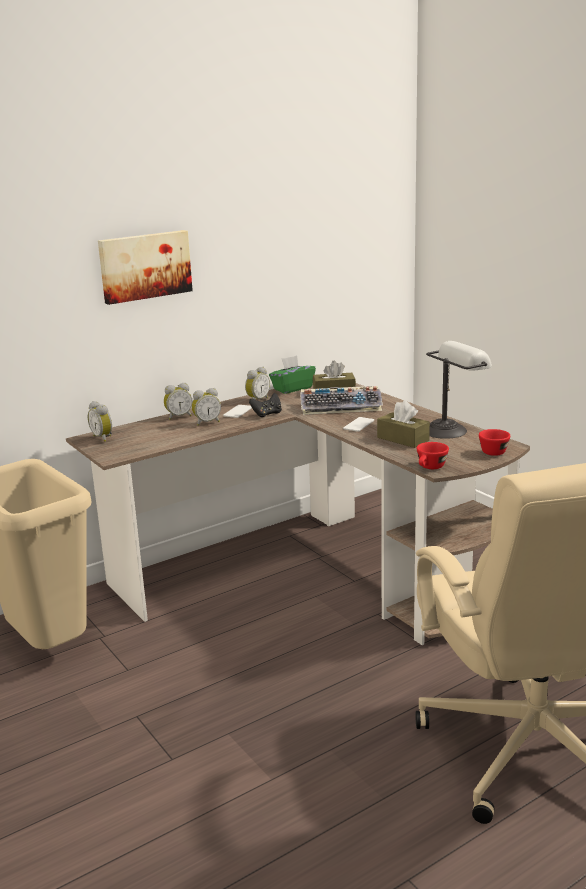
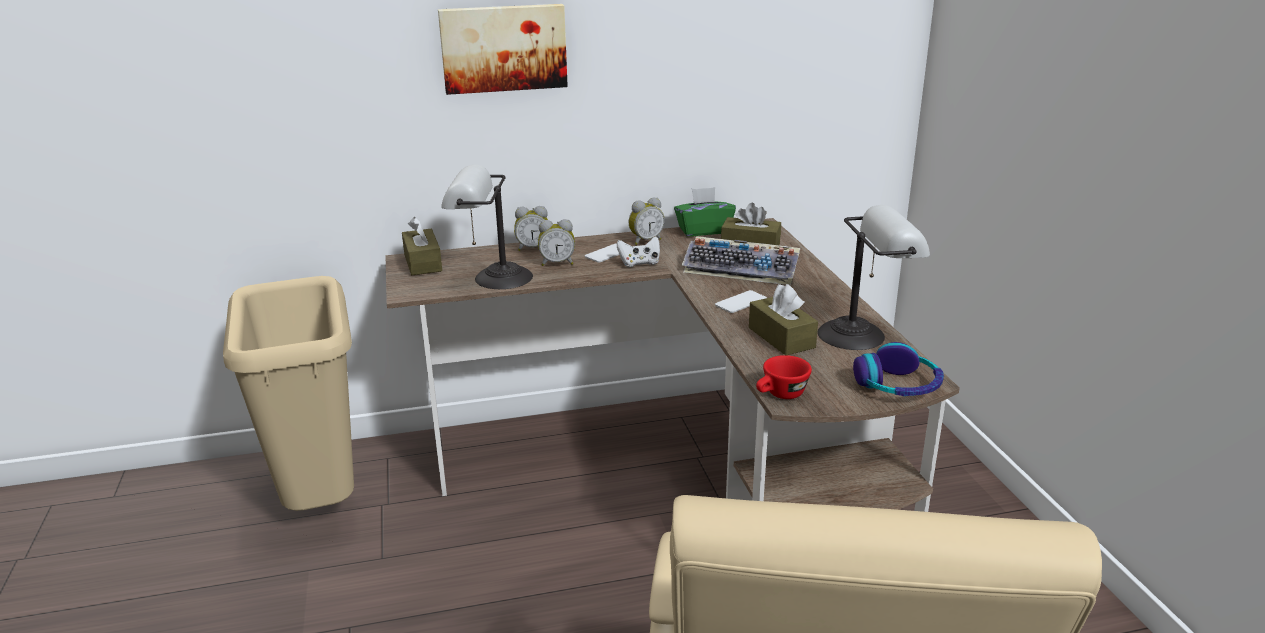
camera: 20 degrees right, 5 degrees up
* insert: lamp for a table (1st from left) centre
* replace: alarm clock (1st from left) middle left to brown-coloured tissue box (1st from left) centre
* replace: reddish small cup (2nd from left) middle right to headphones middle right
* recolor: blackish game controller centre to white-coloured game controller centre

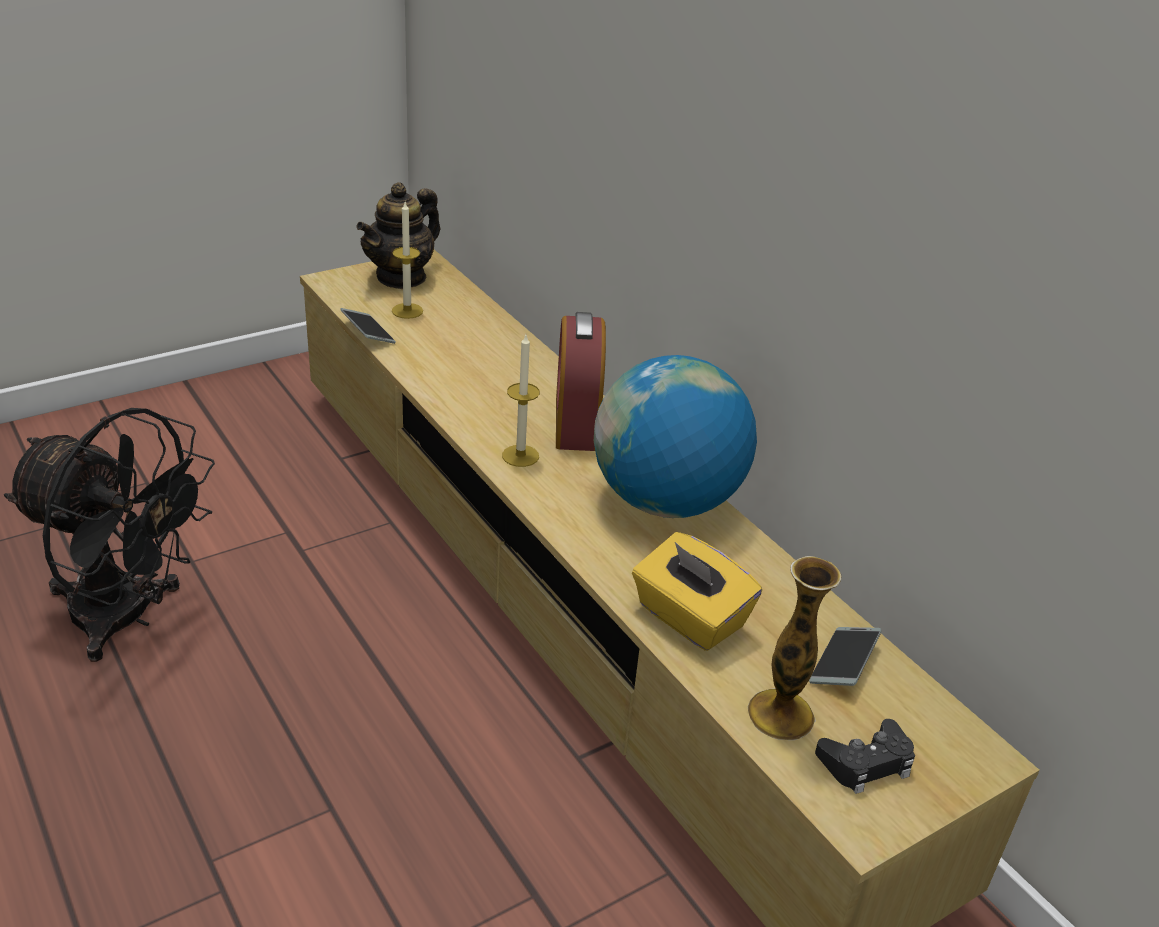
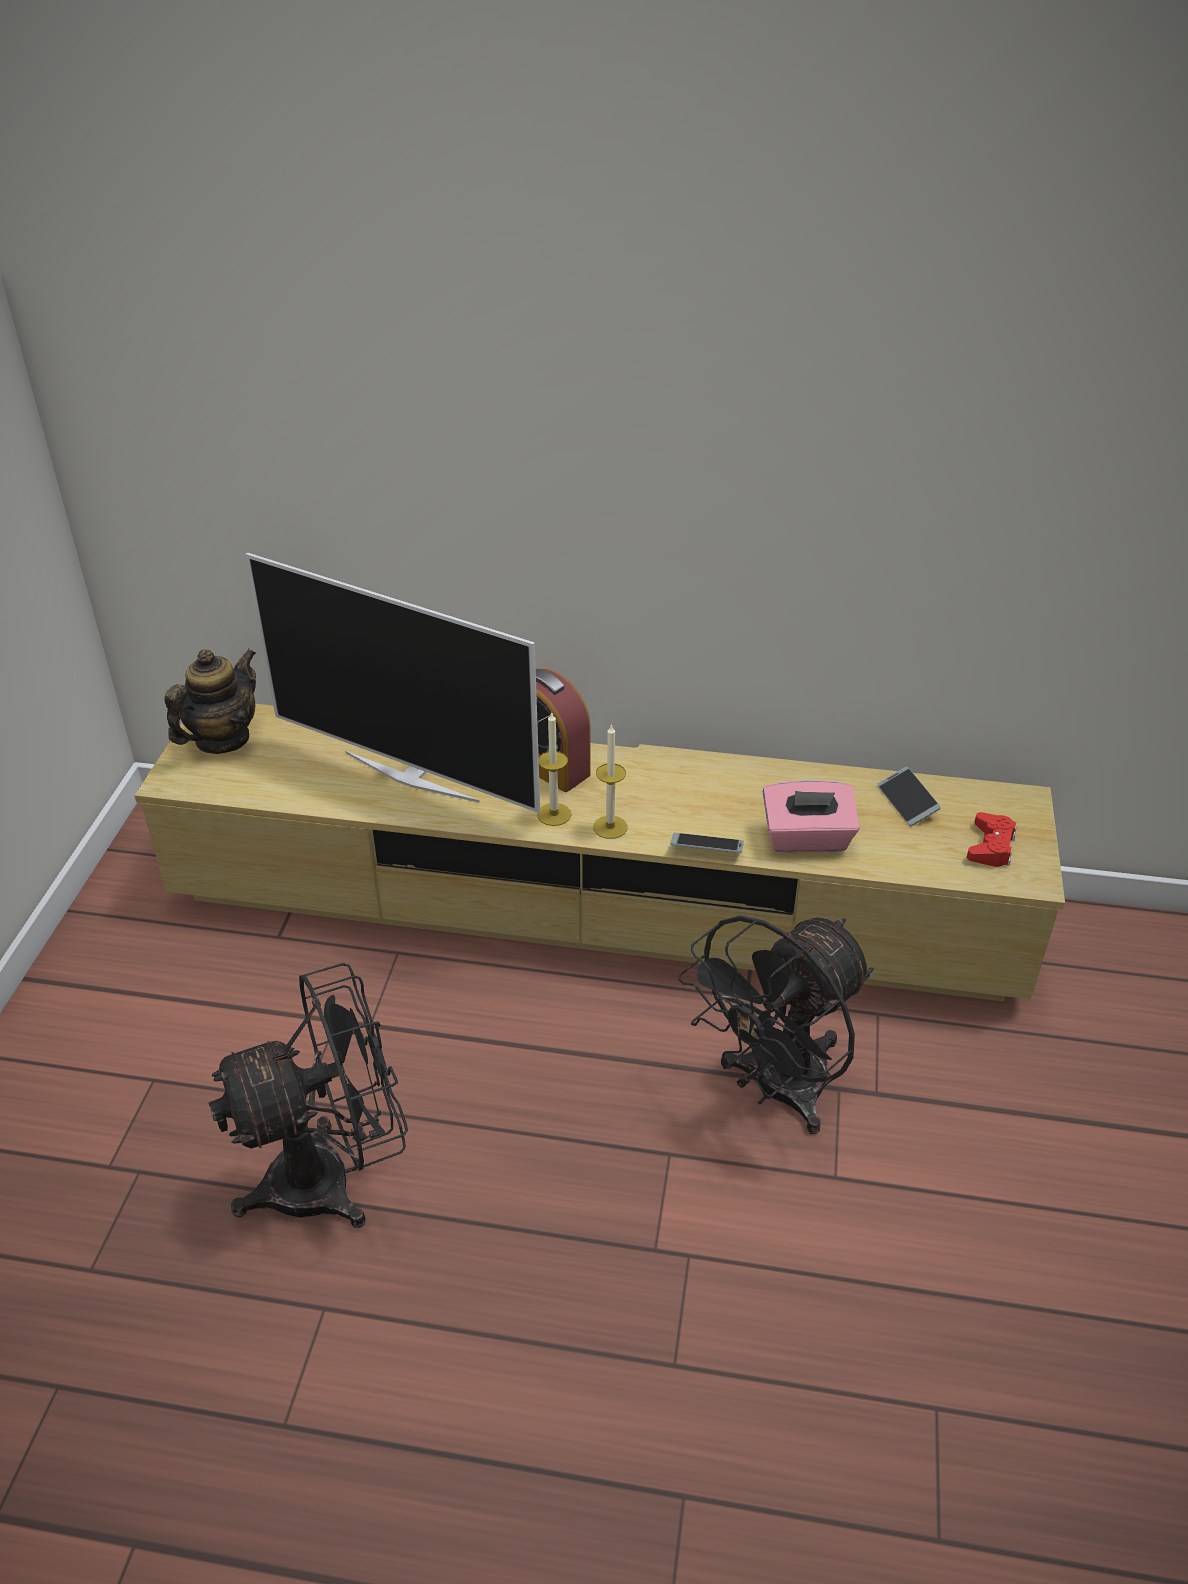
camera: 45 degrees left, 5 degrees up
* delete: world globe centre
* delete: vase bottom right
* insert: TV middle left
* insert: blackish fan (2nd from left) centre
* move: telephone (1st from left) middle left to centre
* move: wax candle (1st from left in the first image) top centre to wax candle (2nd from left) centre
* recolor: yellow tissue box centre to pink-coloured tissue box middle right
* recolor: blackish game controller bottom right to reddish game controller middle right
* rotate: teapot top centre = middle left 135 degrees counterclockwise

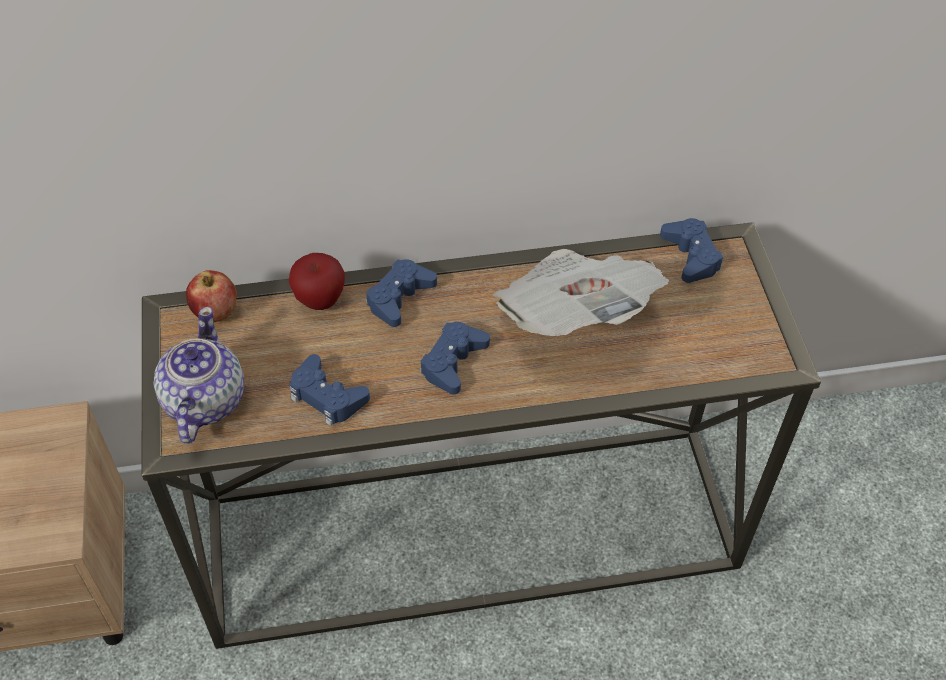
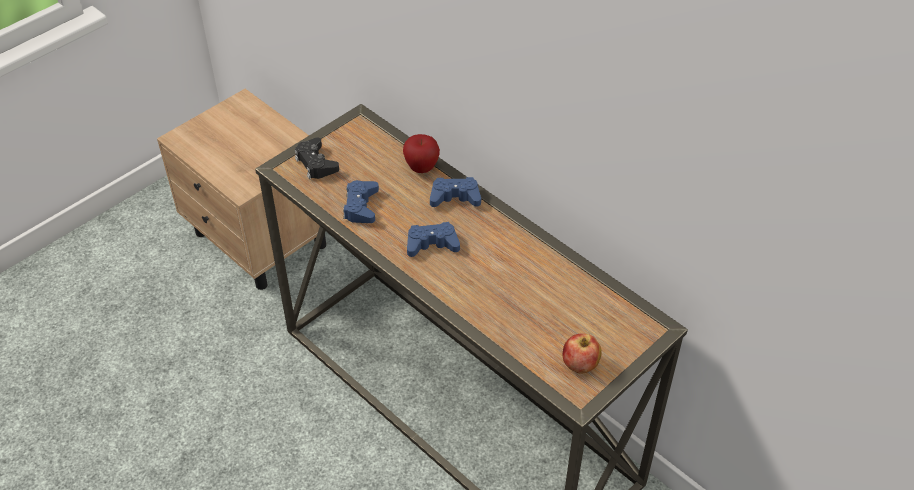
camera: 55 degrees right, 5 degrees down
* delete: newspaper centre
* delete: bluish game controller (4th from left) middle right
* move: apple (1st from left in the first image) middle left to apple (2nd from left) bottom centre
* replace: teapot middle left to blackish game controller top centre

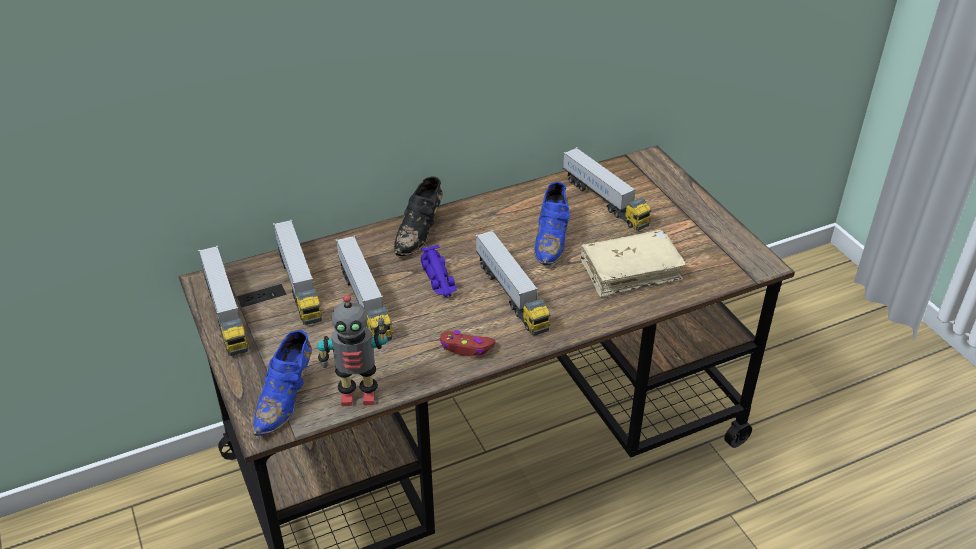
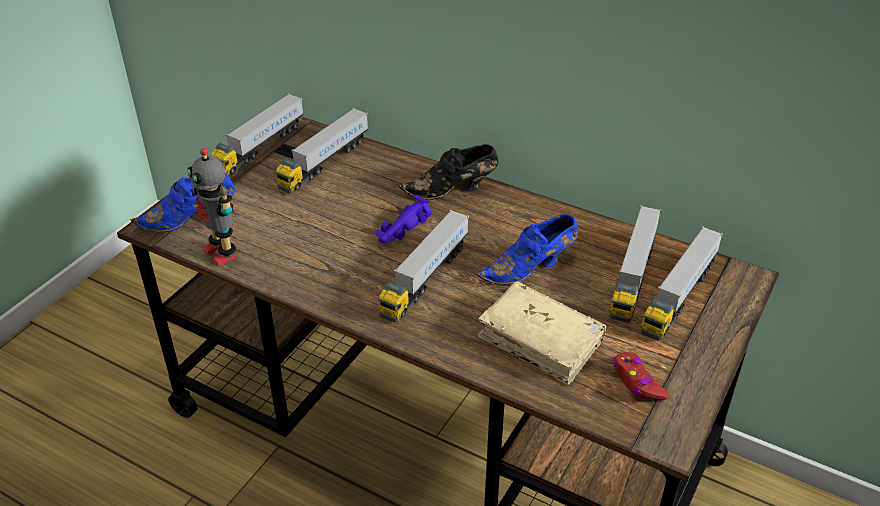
camera: 55 degrees right, 0 degrees up
* move: model truck (3rd from left in the first image) centre to model truck (5th from left) middle right
* move: reddish game controller centre to bottom right

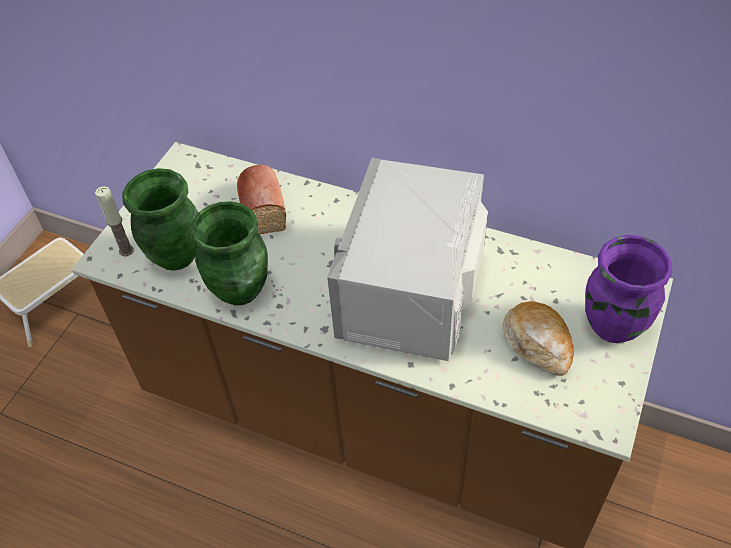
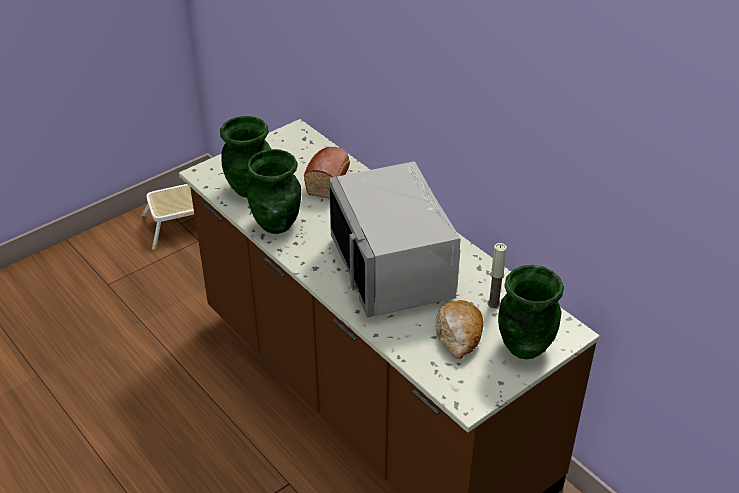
camera: 25 degrees right, 10 degrees down
* move: wax candle middle left to middle right
* recolor: purple-coloured vase middle right to greenish vase (3rd from left) middle right
* rotate: greyish microwave centre = centre 60 degrees counterclockwise

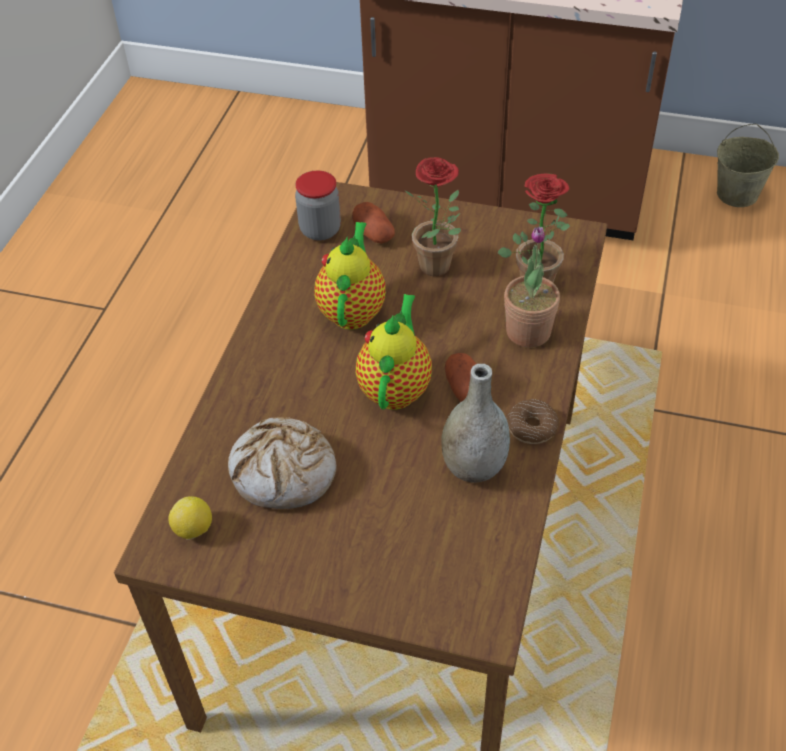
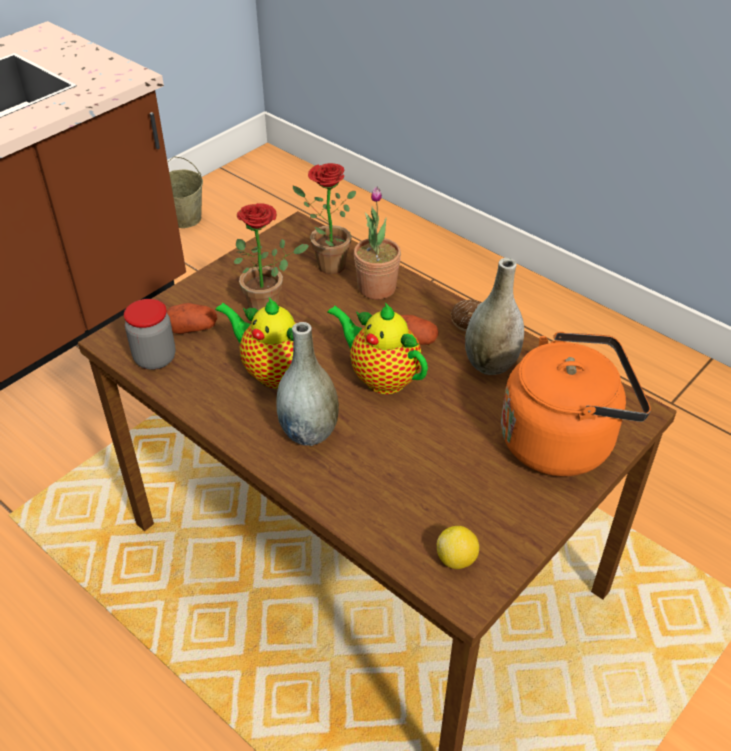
camera: 65 degrees left, 5 degrees down
* delete: bread centre
* insert: greyish vase (1st from left) centre
* insert: orangey kettle middle right

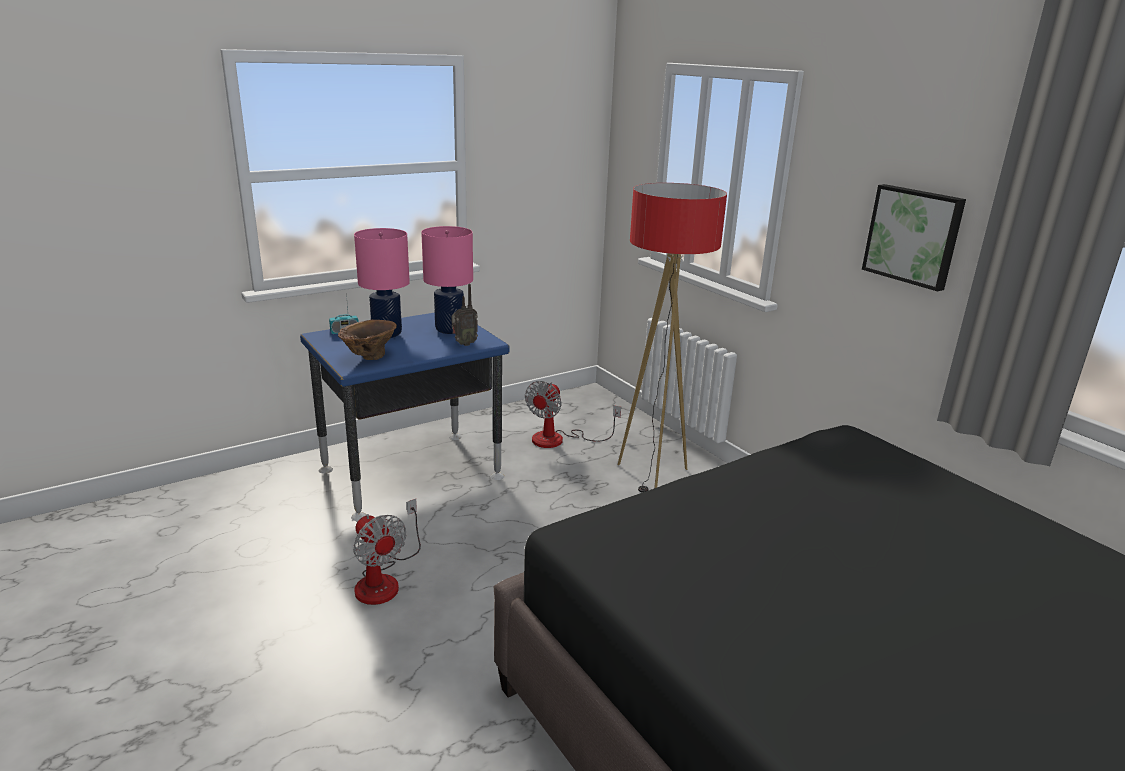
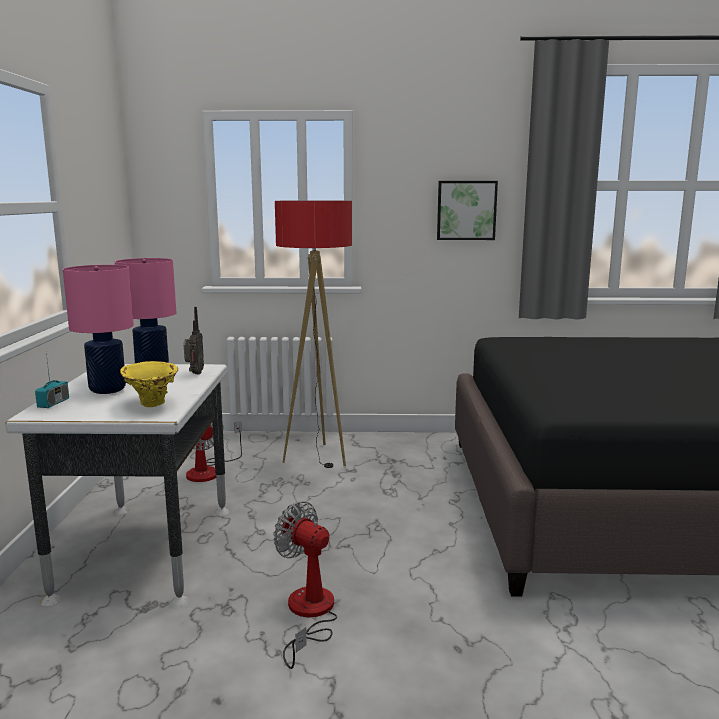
camera: 55 degrees left, 10 degrees down
* recolor: bluish desk table centre to white-coloured desk table bottom left
* recolor: brown-coloured vase middle left to yellow vase middle left
* rotate: fan (1st from left in the first image) bottom centre = bottom centre 135 degrees counterclockwise

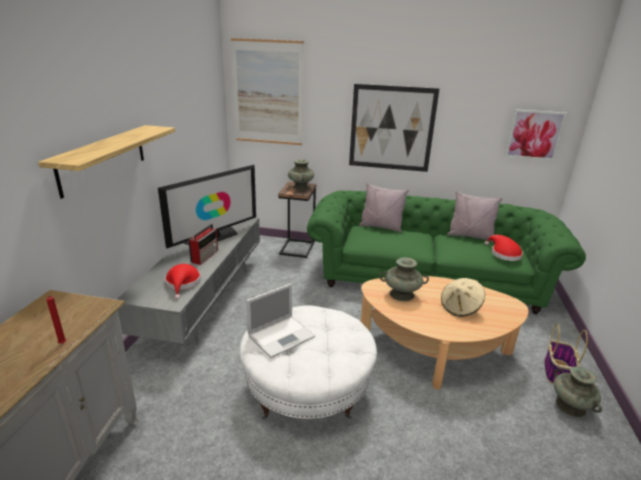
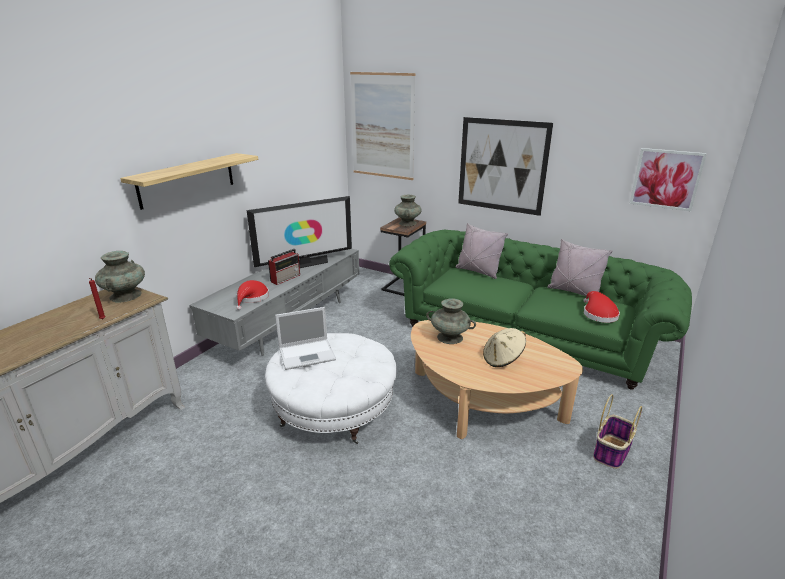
camera: 20 degrees right, 0 degrees up
* move: turquoise vase (3rd from left in the first image) bottom right to turquoise vase (1st from left) middle left

